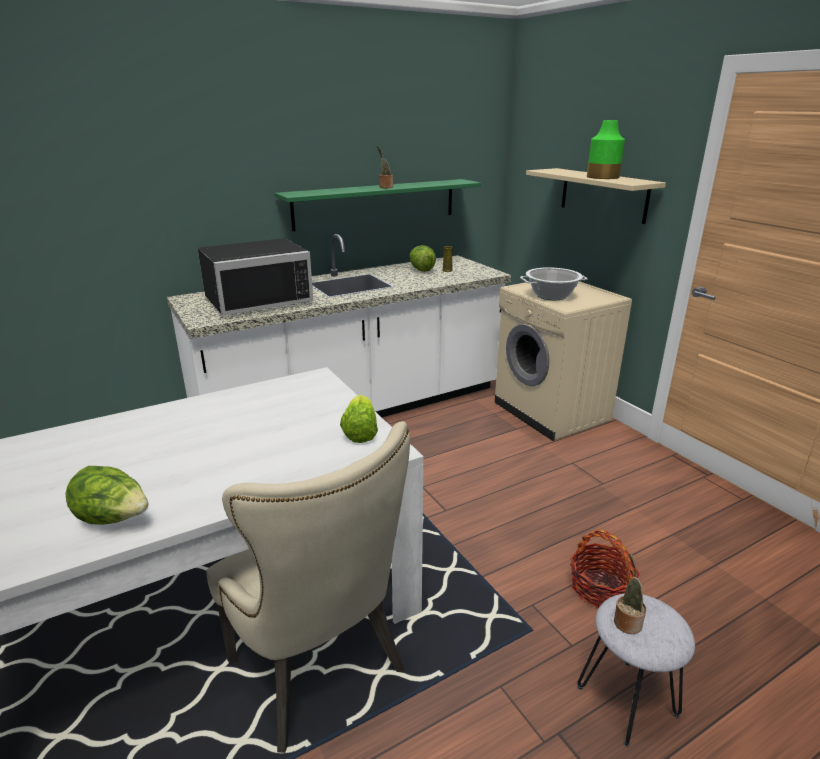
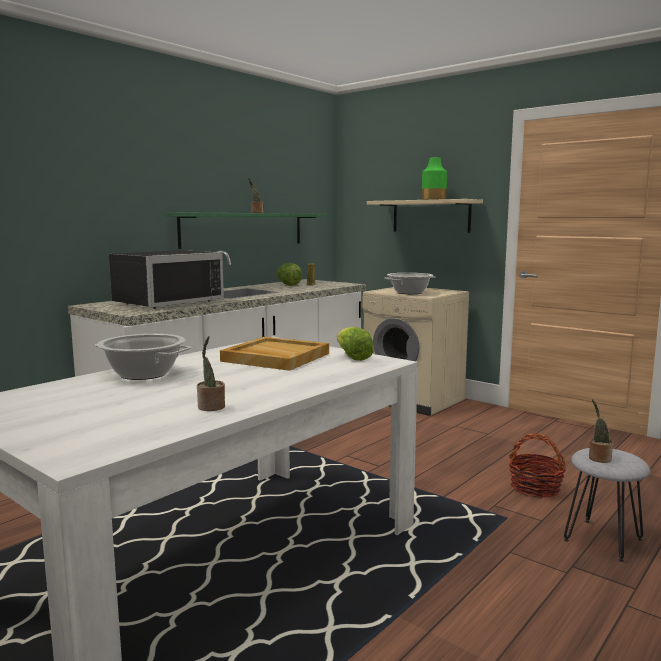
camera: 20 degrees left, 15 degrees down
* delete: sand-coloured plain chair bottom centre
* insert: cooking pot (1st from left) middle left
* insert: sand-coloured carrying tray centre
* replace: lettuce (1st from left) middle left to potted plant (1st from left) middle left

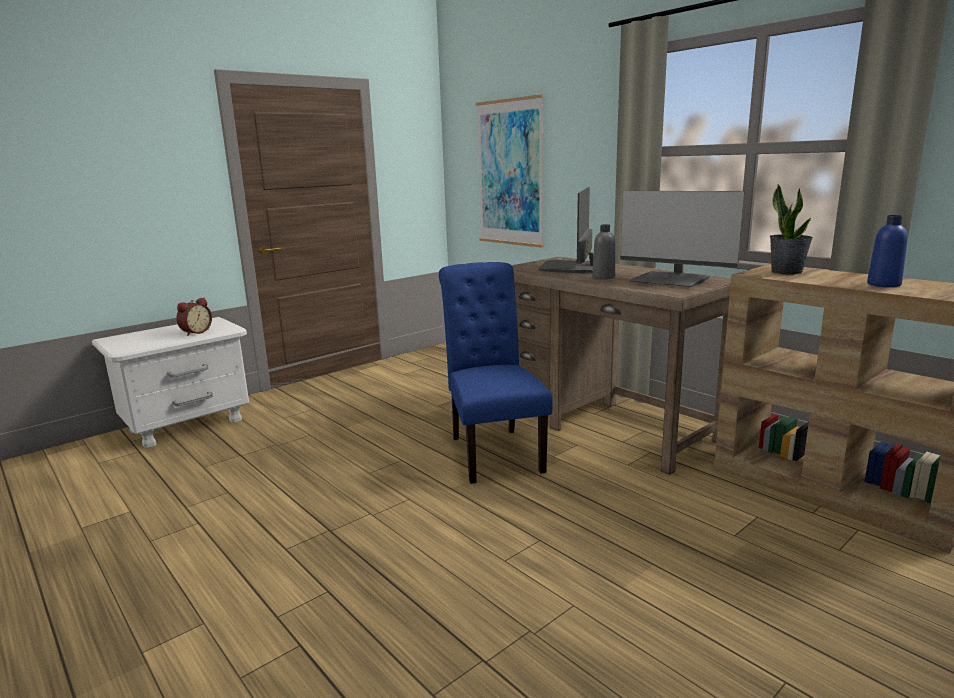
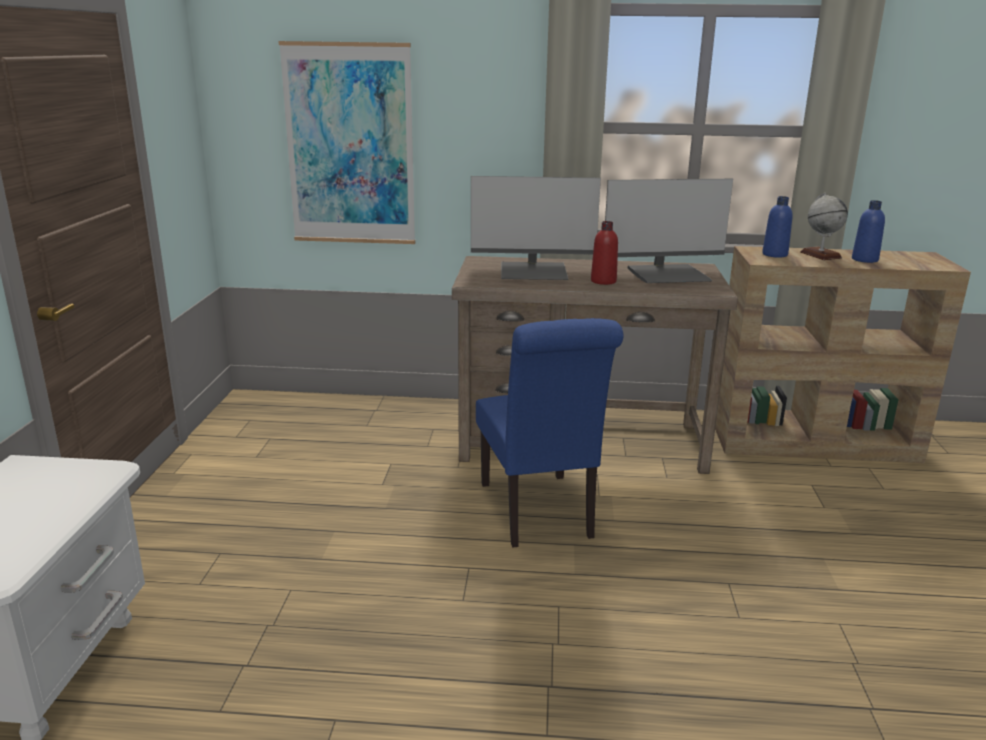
camera: 45 degrees left, 5 degrees up
* delete: alarm clock middle left
* insert: world globe top right
* replace: potted plant top right to bluish drink bottle (1st from left) top right
* recolor: greyish drink bottle centre to reddish drink bottle centre
* rotate: bluish plain chair centre = centre 135 degrees counterclockwise
* rotate: computer screen (1st from left) top centre = top centre 60 degrees counterclockwise

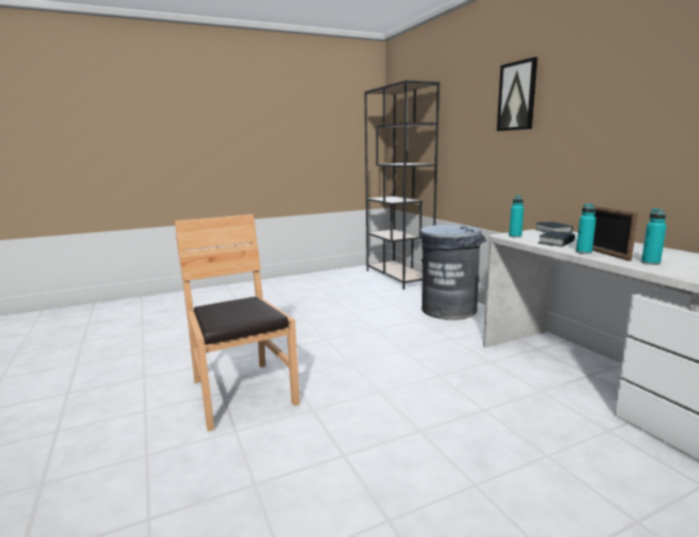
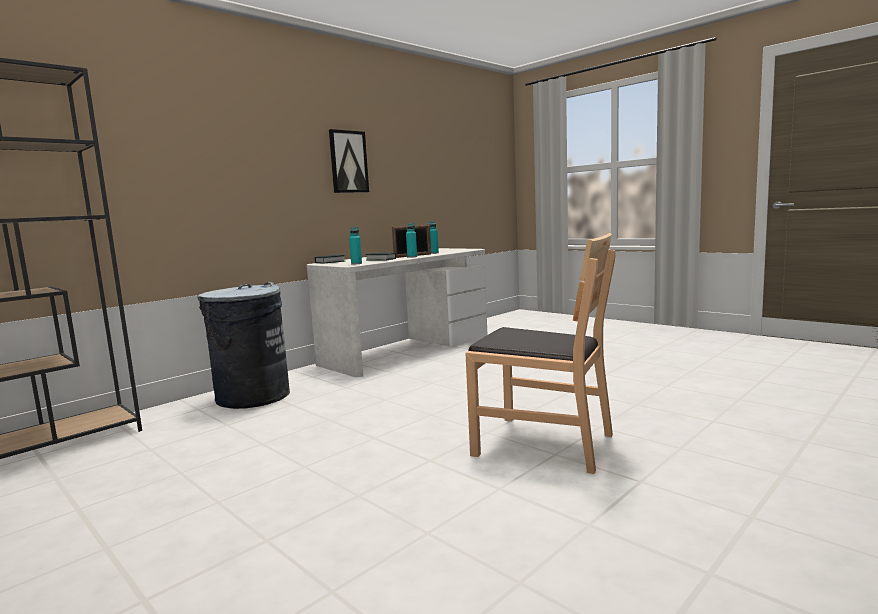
camera: 110 degrees left, 5 degrees down
* move: wall art top right to top centre
* rotate: brown-coloured plain chair centre = centre 105 degrees counterclockwise

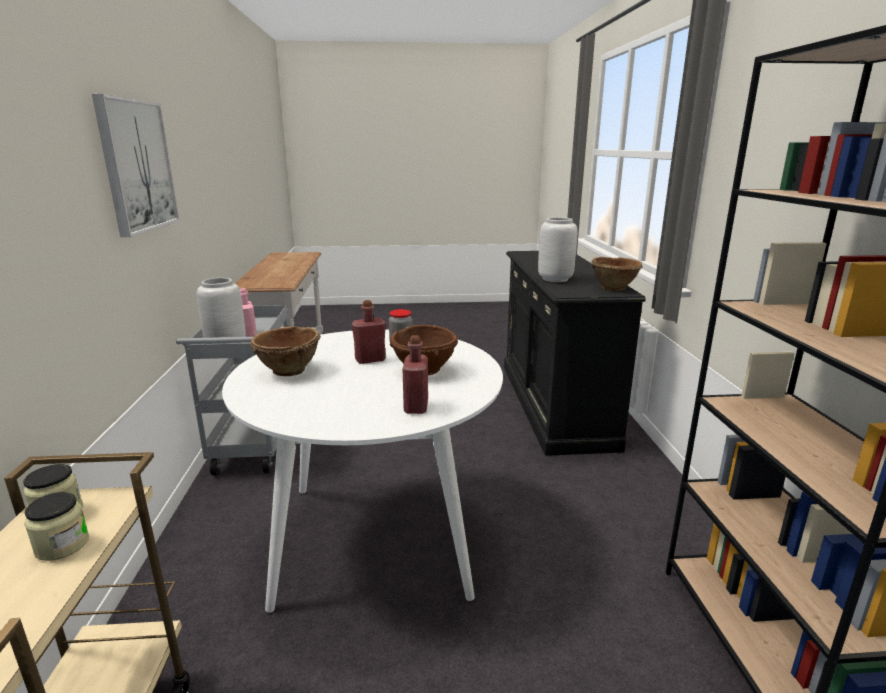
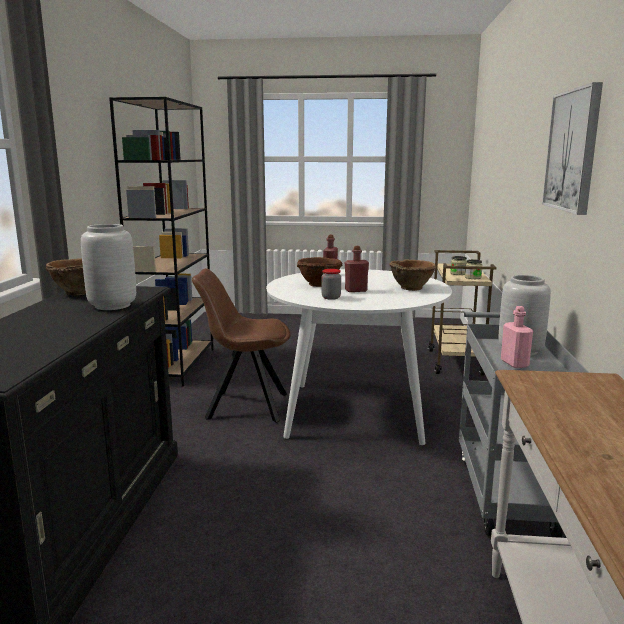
camera: 170 degrees left, 5 degrees down
* insert: brown-coloured plain chair centre

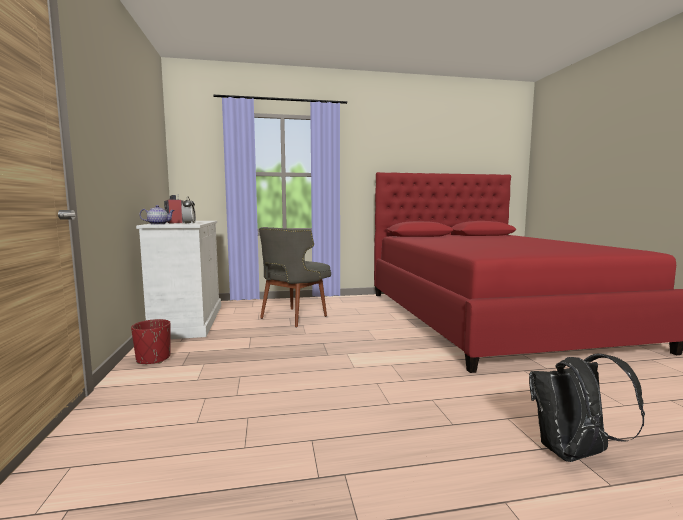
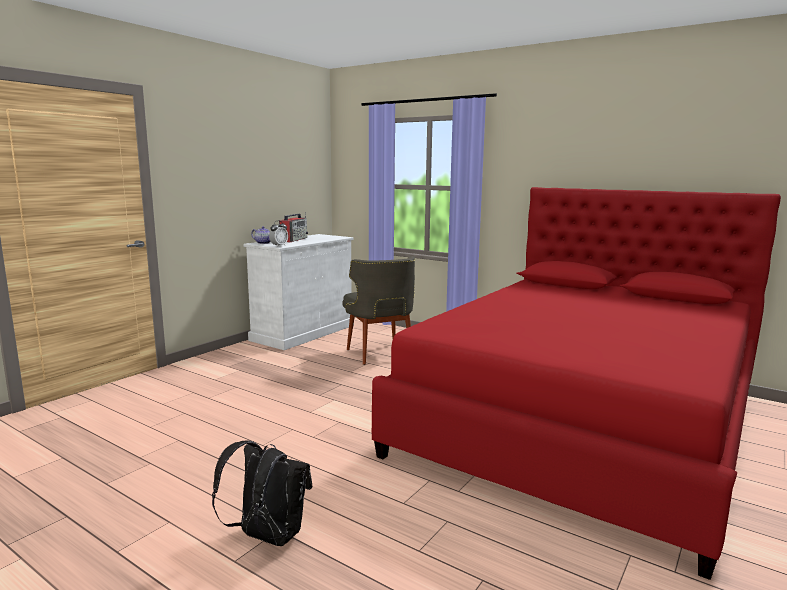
camera: 45 degrees right, 5 degrees up
* delete: reddish planter middle left
* rotate: greyish plain chair centre = centre 105 degrees counterclockwise

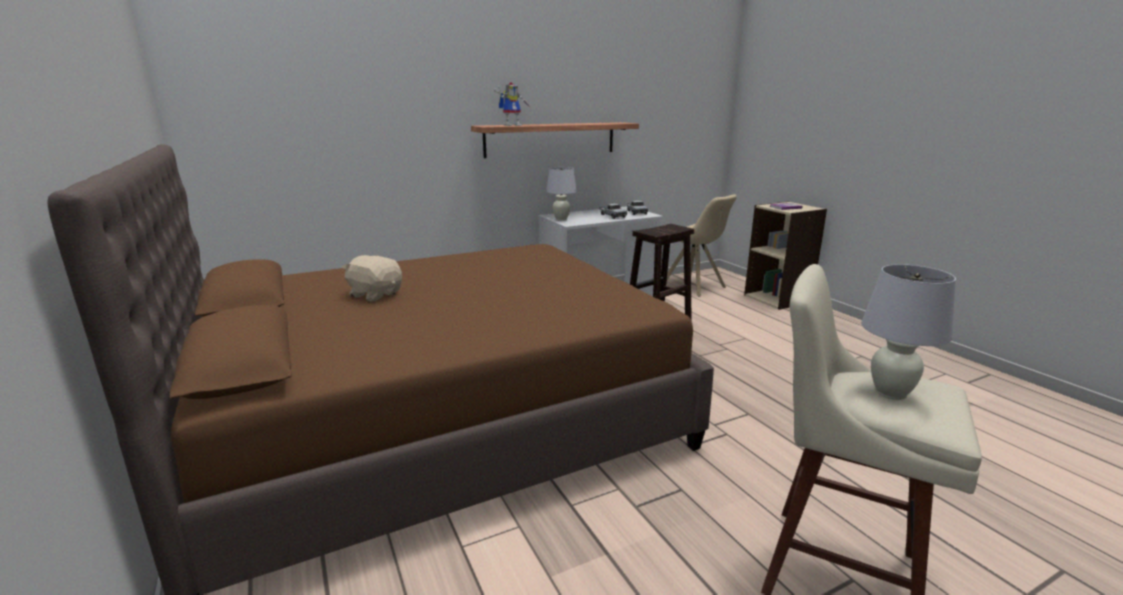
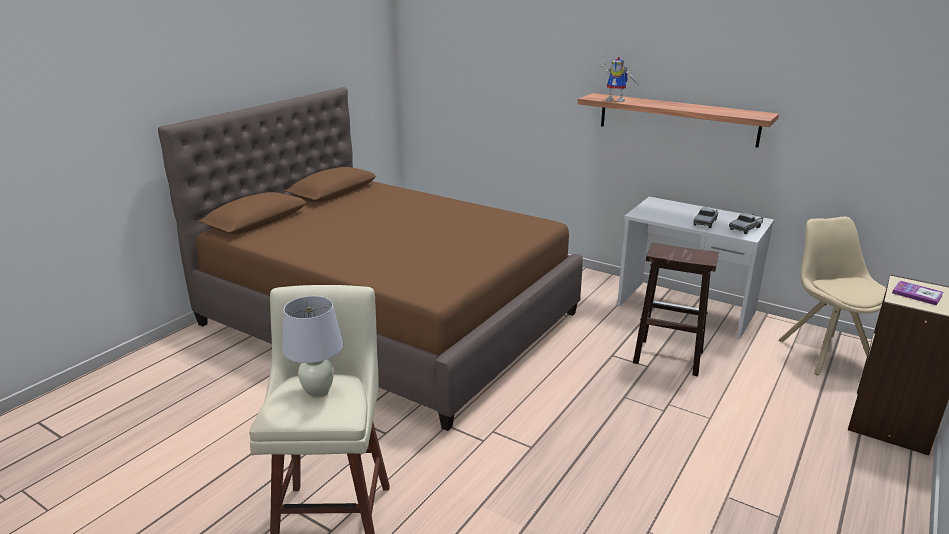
camera: 60 degrees right, 5 degrees up
* delete: sand-coloured plush toy middle left
* delete: white-coloured lamp for a table (1st from left) top centre
* rotate: sand-coloured plain chair centre = middle right 150 degrees clockwise

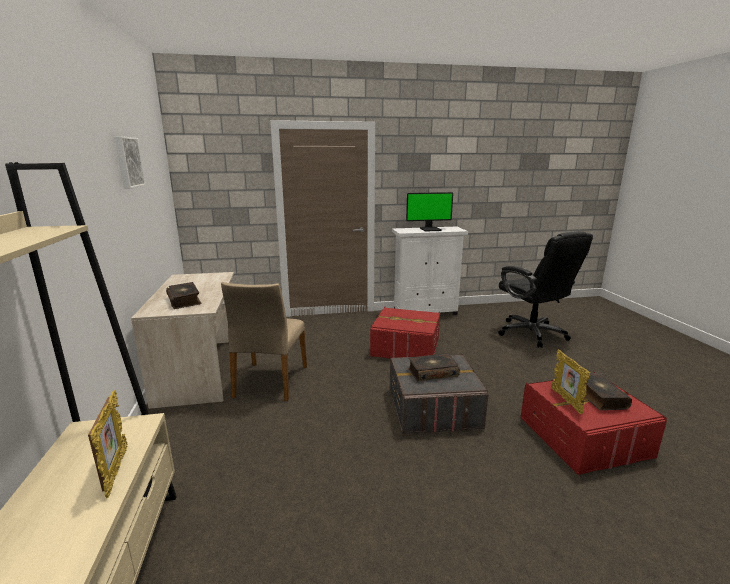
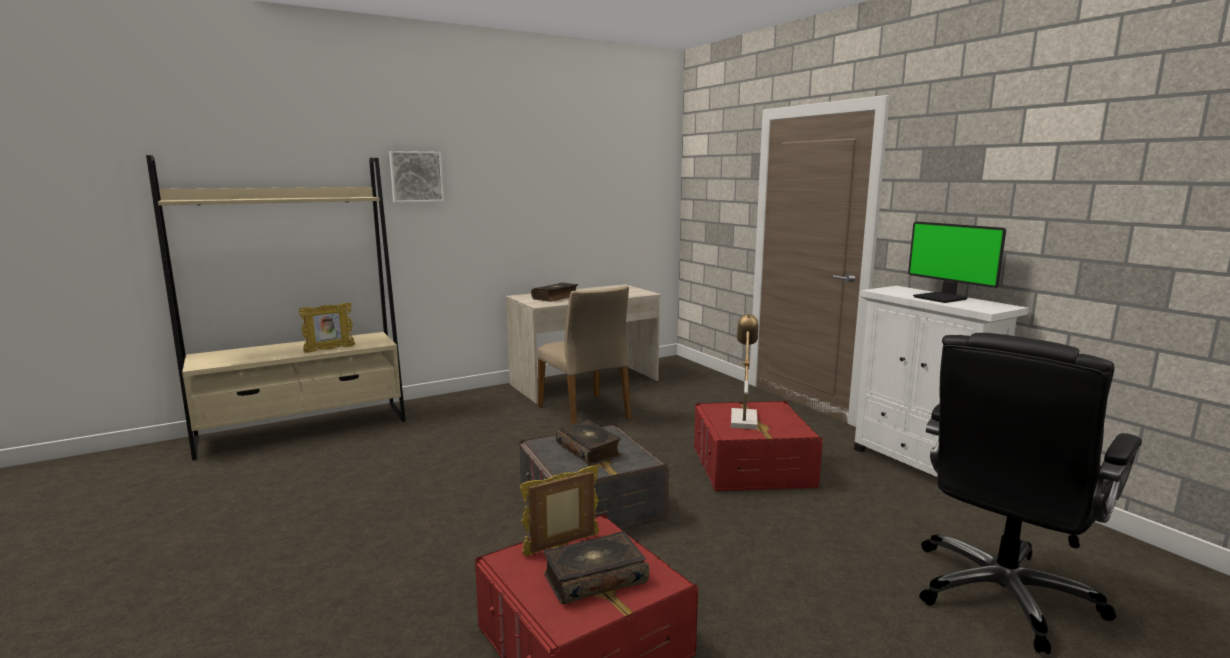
camera: 70 degrees right, 5 degrees down
* insert: lamp for a table centre
* move: wall art top left to top centre
* rotate: sand-coloured plain chair centre = centre 105 degrees counterclockwise

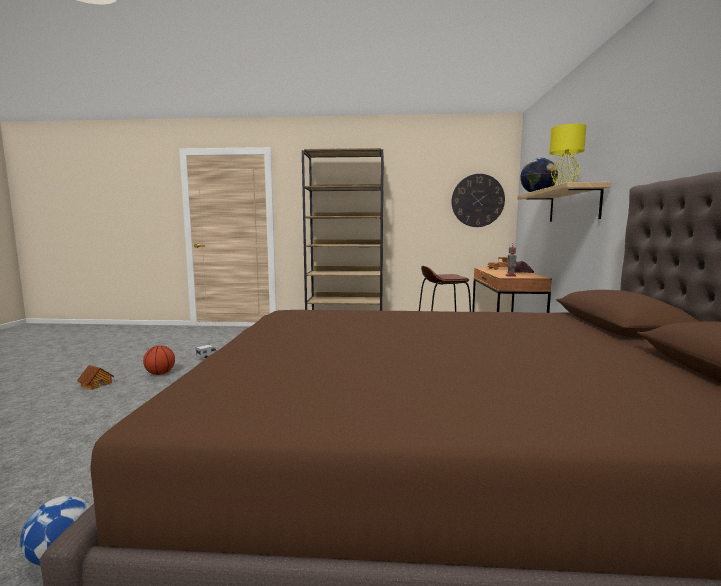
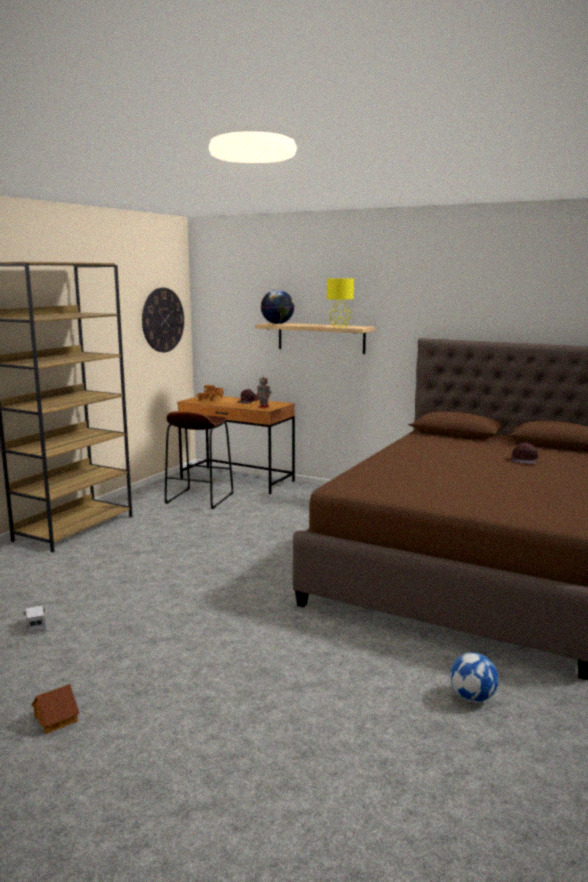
camera: 65 degrees left, 5 degrees up
* delete: basketball ball middle left
* insert: brown-coloured peaked cap (2nd from left) middle right

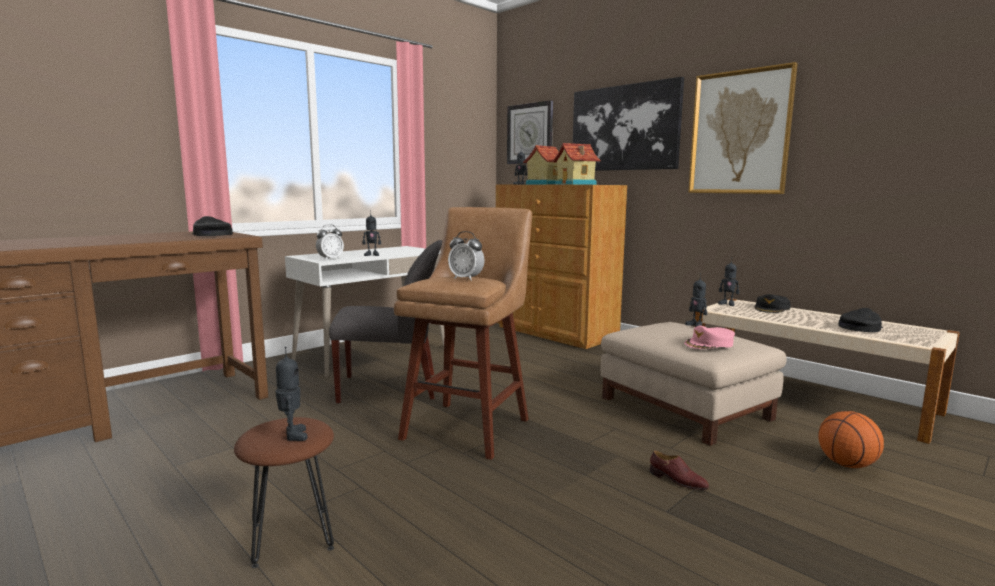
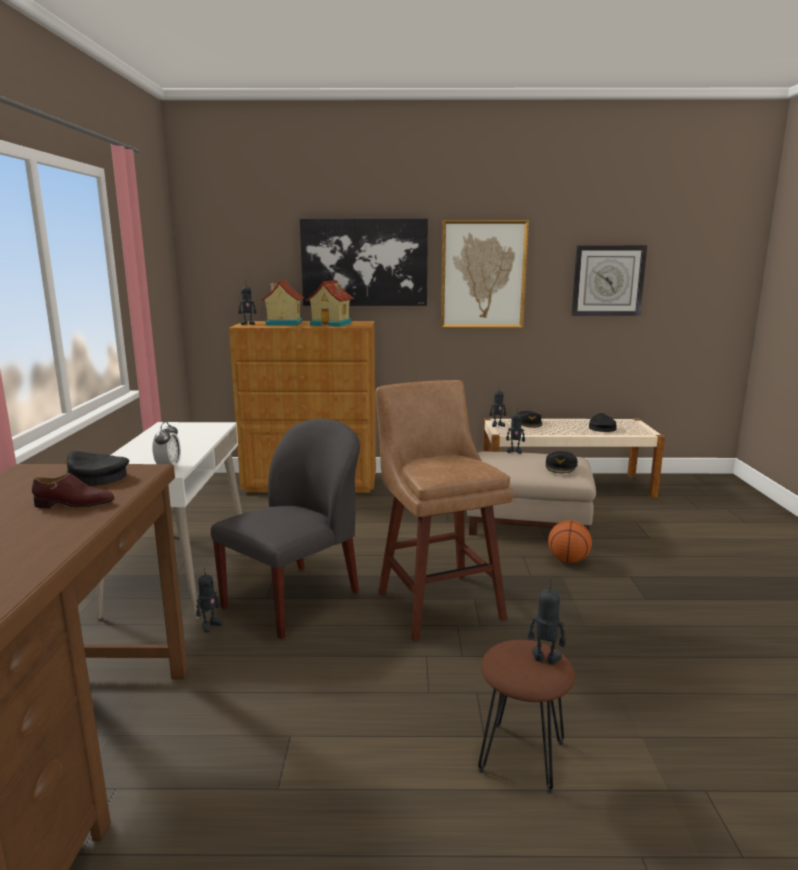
camera: 45 degrees left, 5 degrees up
* delete: alarm clock (2nd from left) centre
* move: robot figure (2nd from left in the first image) centre to robot figure (1st from left) bottom left
* move: clock on the wall top centre to top right
* move: brown-coloured shoe bottom right to middle left
* move: basketball ball bottom right to middle right
* recolor: pink-coloured peaked cap middle right to blackish peaked cap (3rd from left) middle right

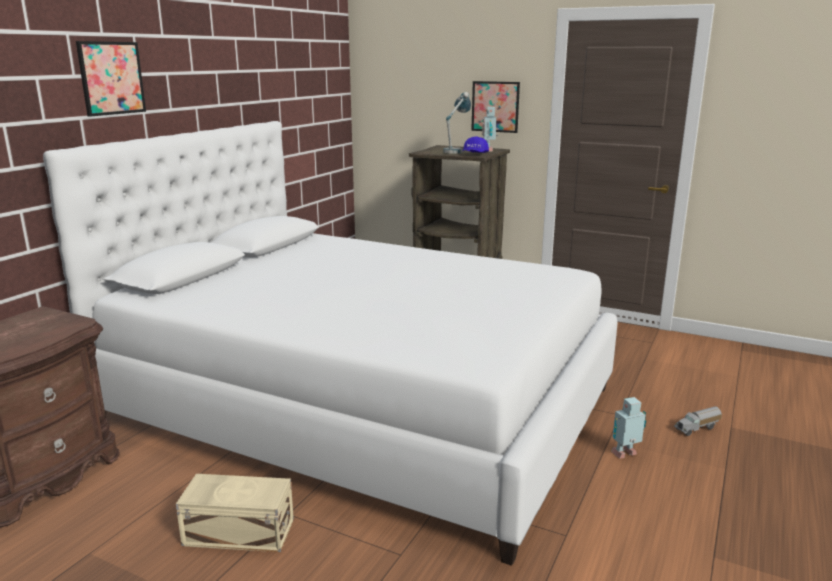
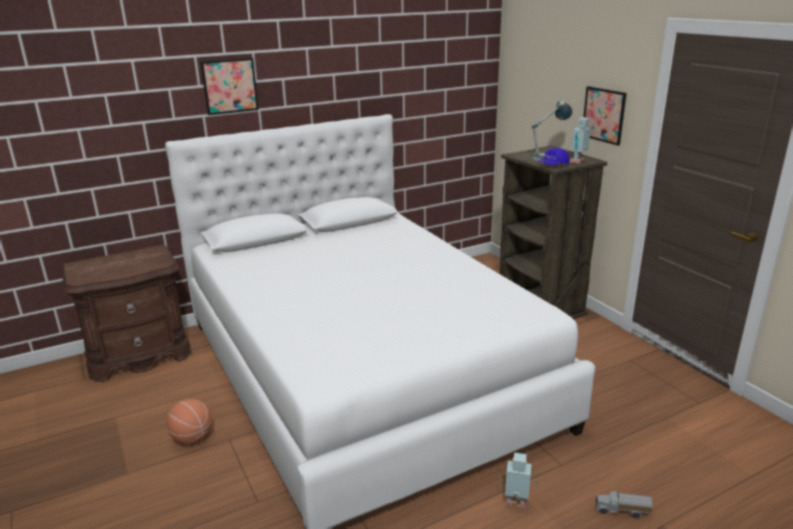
camera: 35 degrees right, 5 degrees up
* replace: sand-coloured storage bin bottom left to basketball ball bottom left

